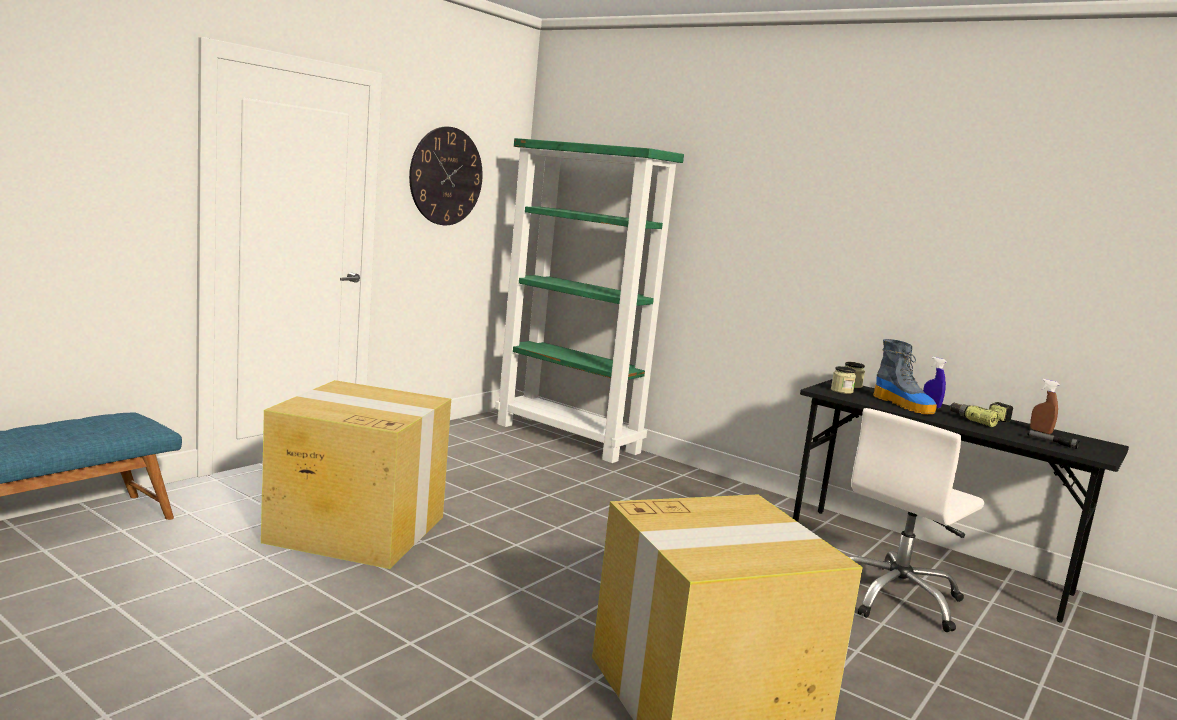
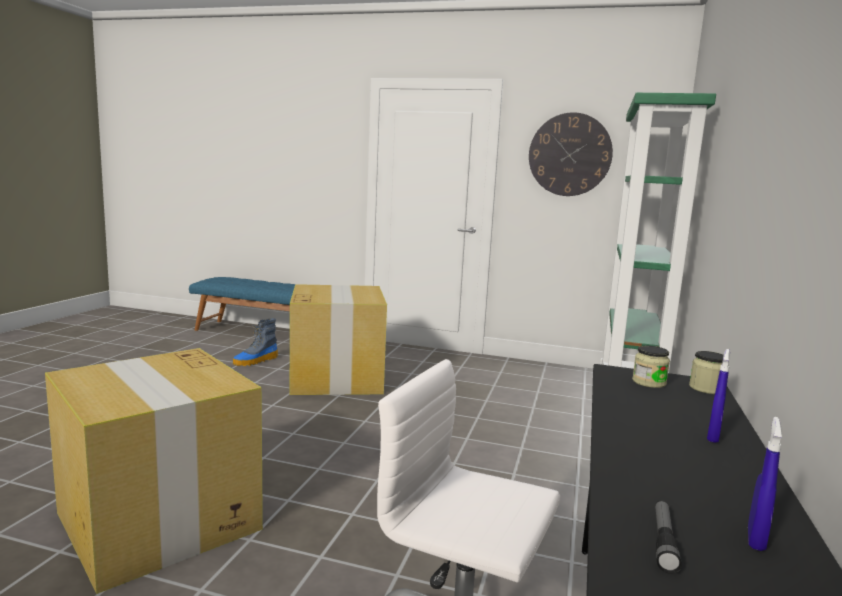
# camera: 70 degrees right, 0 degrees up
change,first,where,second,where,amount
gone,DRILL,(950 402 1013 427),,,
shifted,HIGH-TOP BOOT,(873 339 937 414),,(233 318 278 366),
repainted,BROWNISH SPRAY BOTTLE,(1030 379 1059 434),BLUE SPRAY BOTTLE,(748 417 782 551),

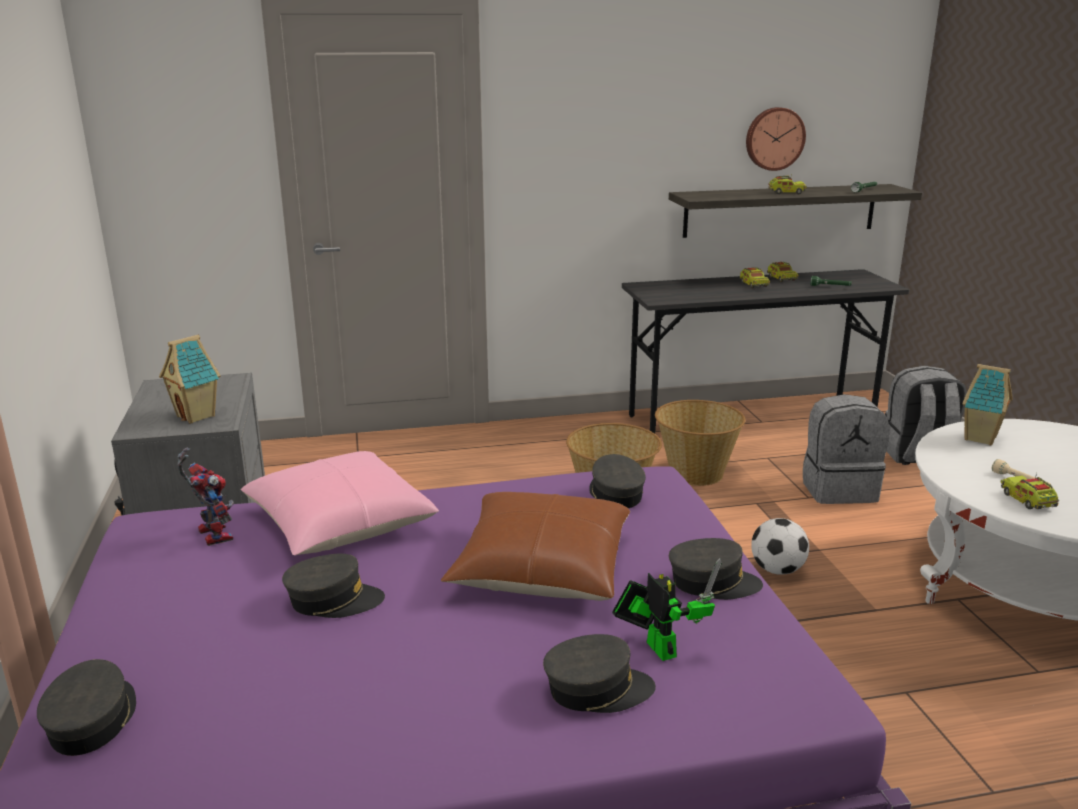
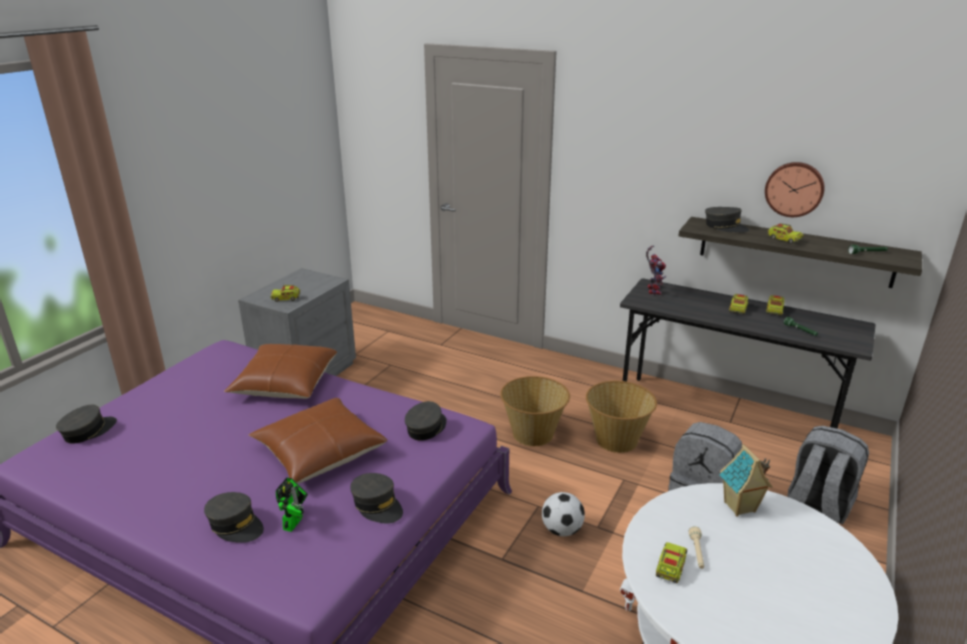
# camera: 40 degrees right, 5 degrees up
change,first,where,second,where,amount
shifted,TOY ROBOT,(177 448 234 546),,(646 246 666 295),
shifted,GREY CAP,(282 554 385 618),,(705 207 750 233),
swapped,MODEL HOUSE,(159 335 221 424),MODEL TRUCK,(270 285 300 302),
repainted,PINK PILLOW,(241 451 439 555),BROWNISH PILLOW,(224 344 337 399),

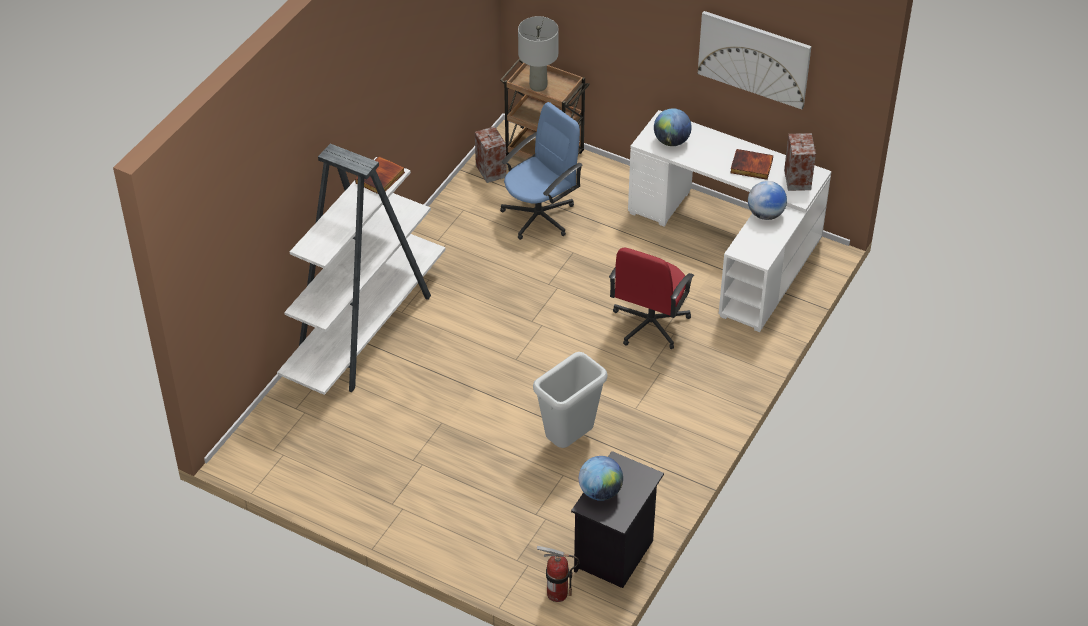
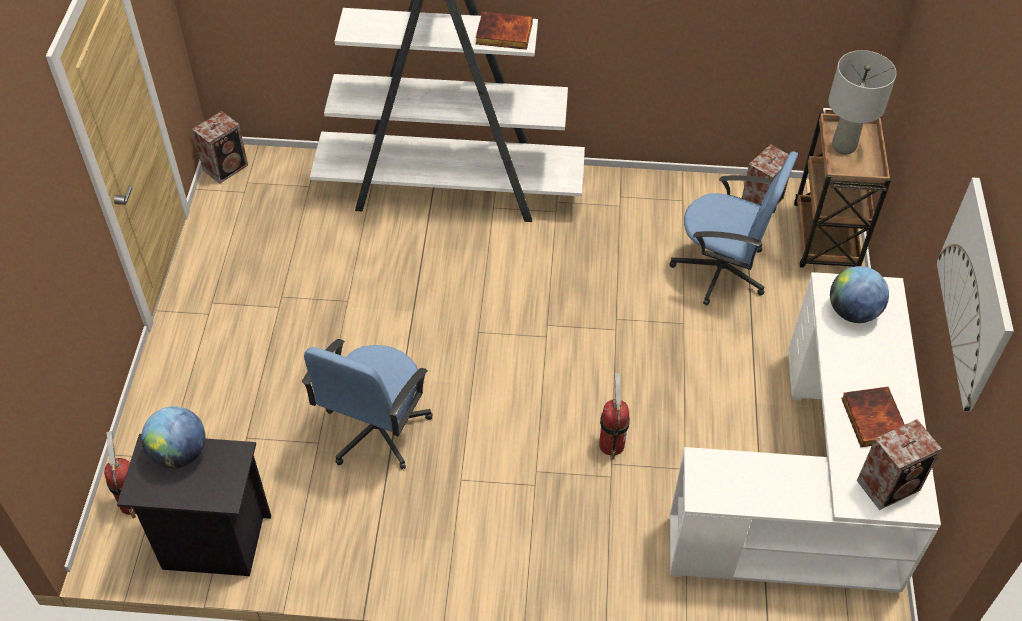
# camera: 65 degrees right, 5 degrees up
change,first,where,second,where,amount
gone,DESK GLOBE,(748 181 787 220),,,
new,,,AUDIO SPEAKER,(192 111 248 184),
swapped,GREY TRASH CAN,(533 352 607 448),BLUE DESK CHAIR,(302 339 433 469),
swapped,RED-COLOURED DESK CHAIR,(609 248 694 349),EXTINGUISHER,(599 373 630 459),

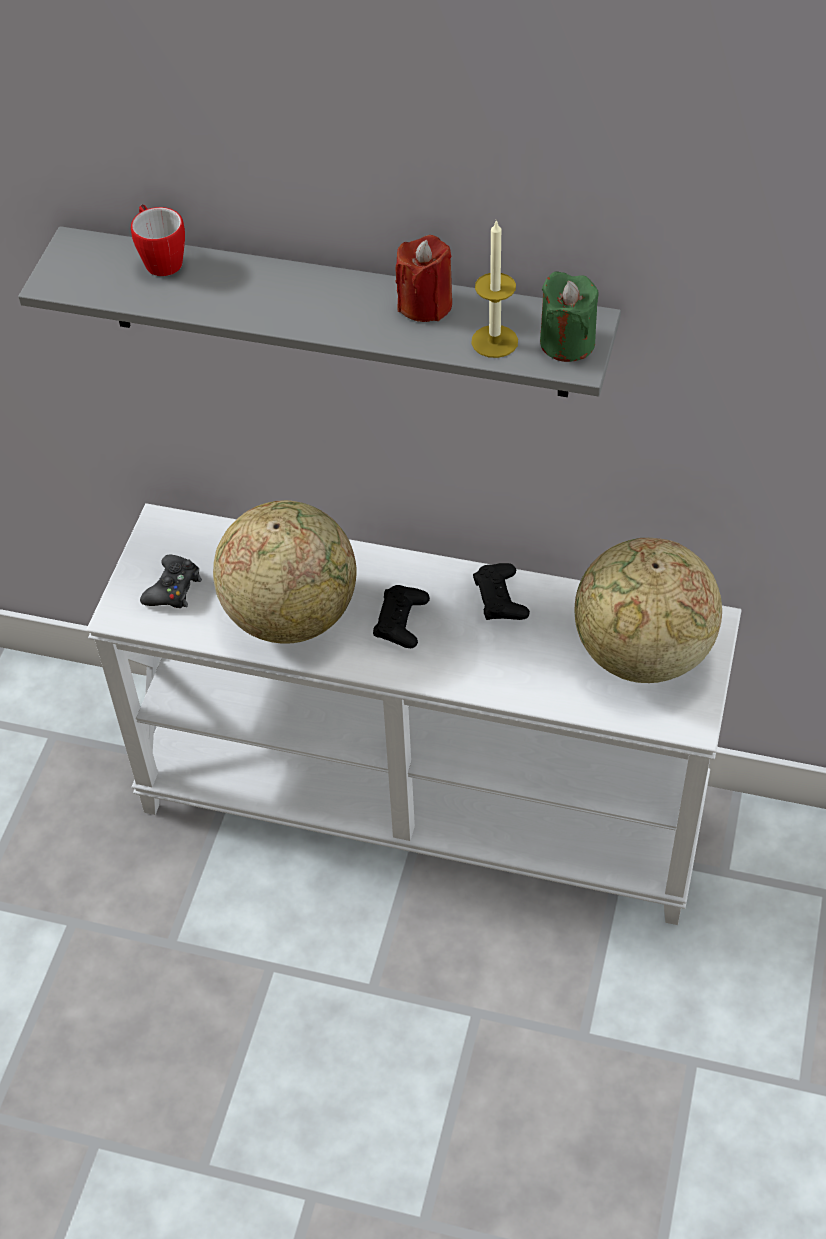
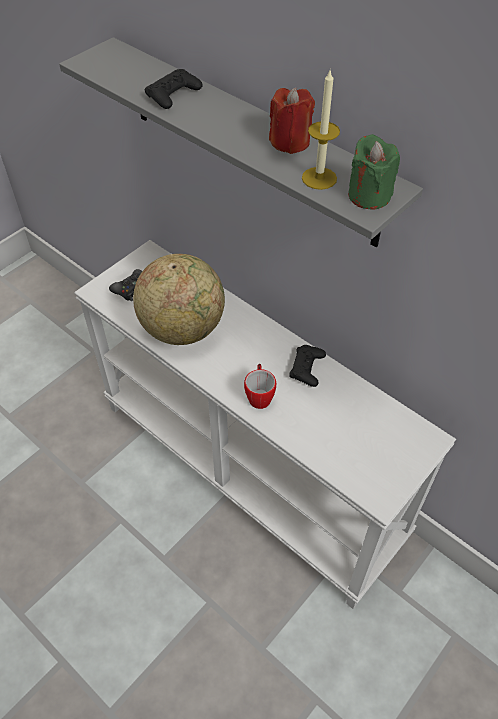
# camera: 25 degrees right, 0 degrees up
change,first,where,second,where,amount
gone,DESK GLOBE,(575 538 722 683),,,
shifted,TEA MUG,(131 205 185 276),,(244 364 276 409),
shifted,BLACK-COLOURED JOYPAD,(373 585 430 648),,(145 69 203 109),

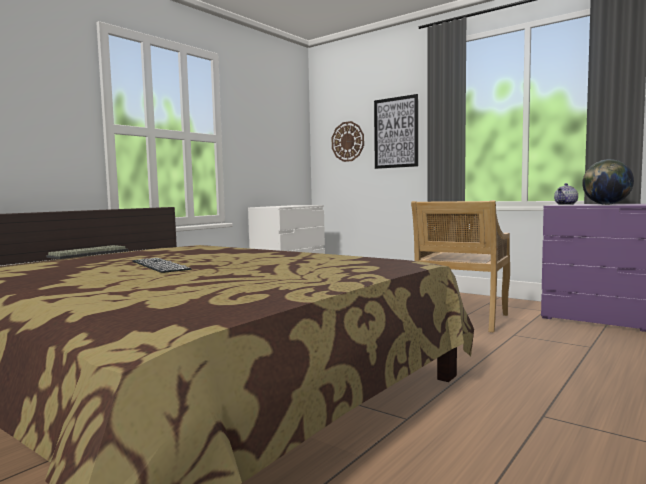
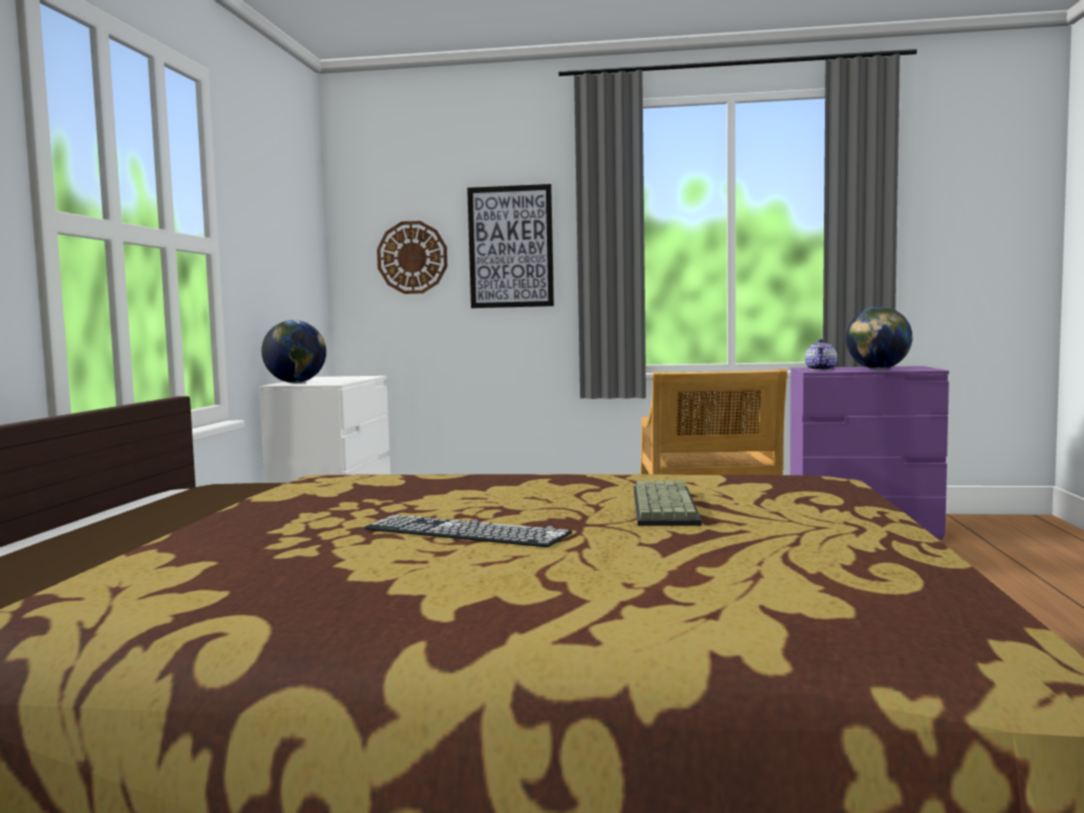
# camera: 30 degrees left, 0 degrees up
change,first,where,second,where,amount
new,,,DESK GLOBE,(261 320 326 383),
shifted,COMPUTER KEYBOARD,(46 245 128 259),,(634 480 702 526),

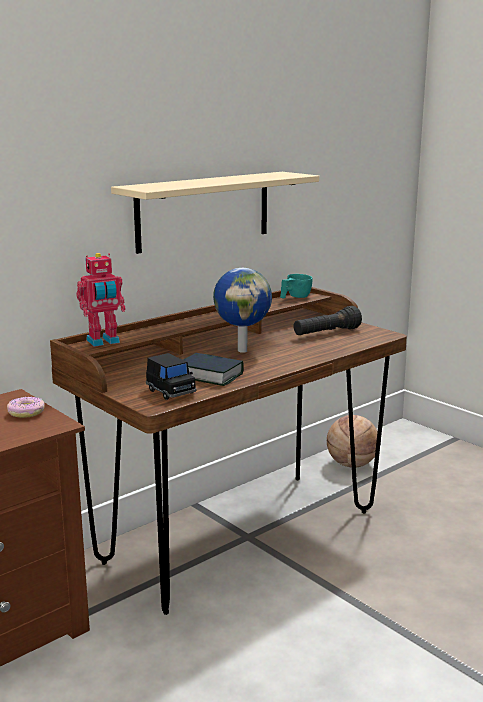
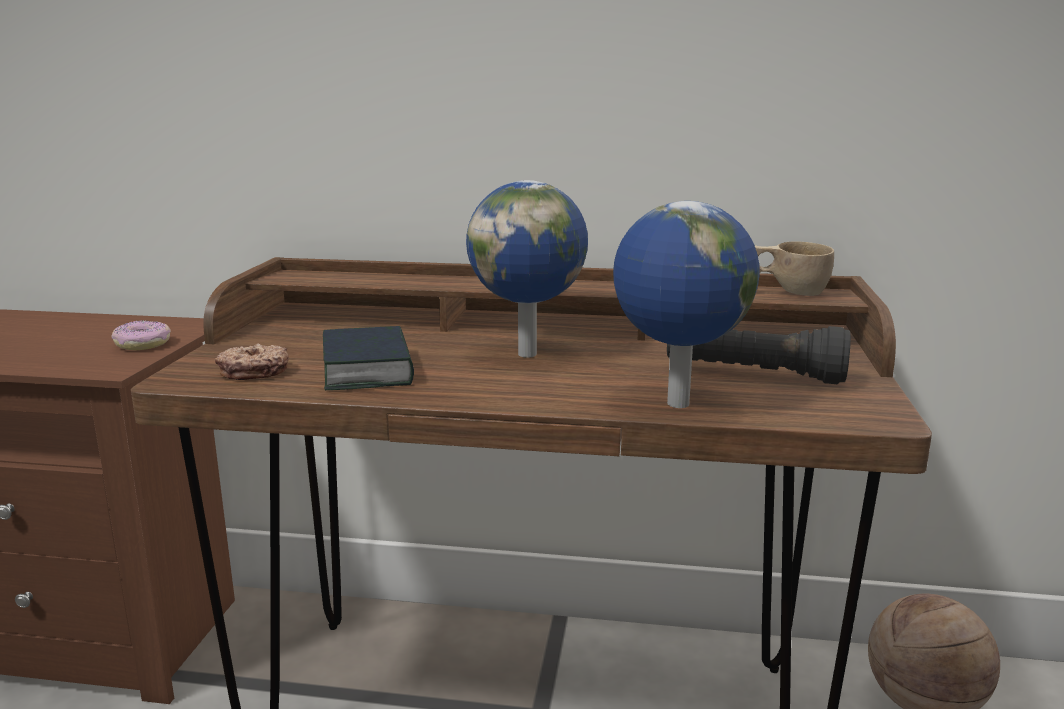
# camera: 50 degrees right, 0 degrees up
change,first,where,second,where,amount
gone,TOY ROBOT,(76 253 126 347),,,
gone,BEIGE-COLOURED WALL SHELF,(111 172 319 254),,,
new,,,DESK GLOBE,(613 201 759 408),
swapped,BLACK-COLOURED MINIATURE CAR,(146 353 196 400),DOUGHNUT,(215 343 289 380),
repainted,BLUE-GREEN SMALL CUP,(280 274 312 298),BEIGE-COLOURED SMALL CUP,(755 241 834 296),

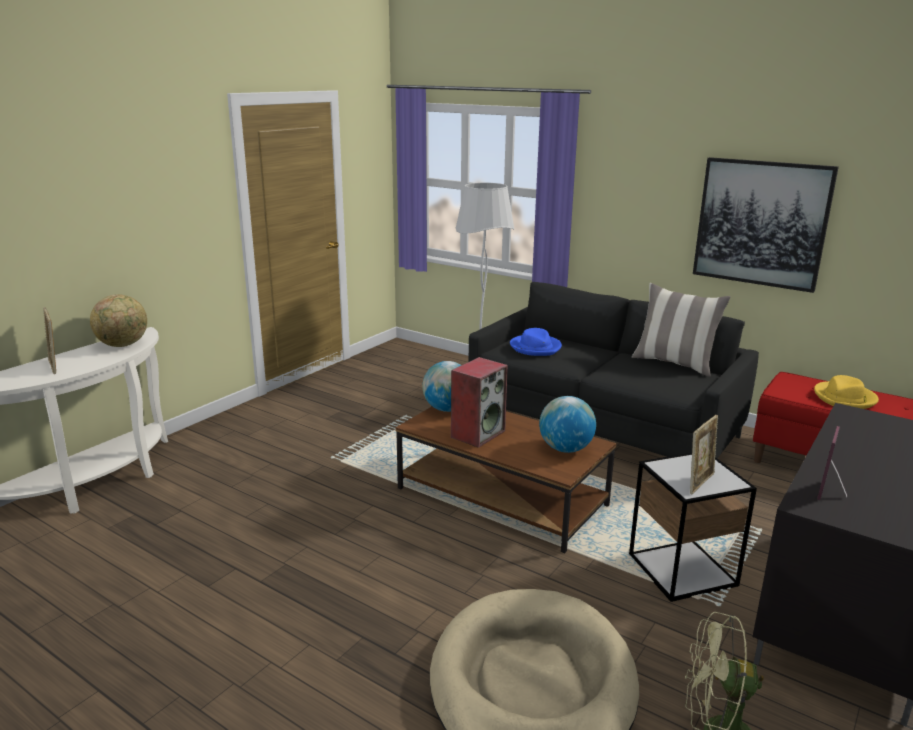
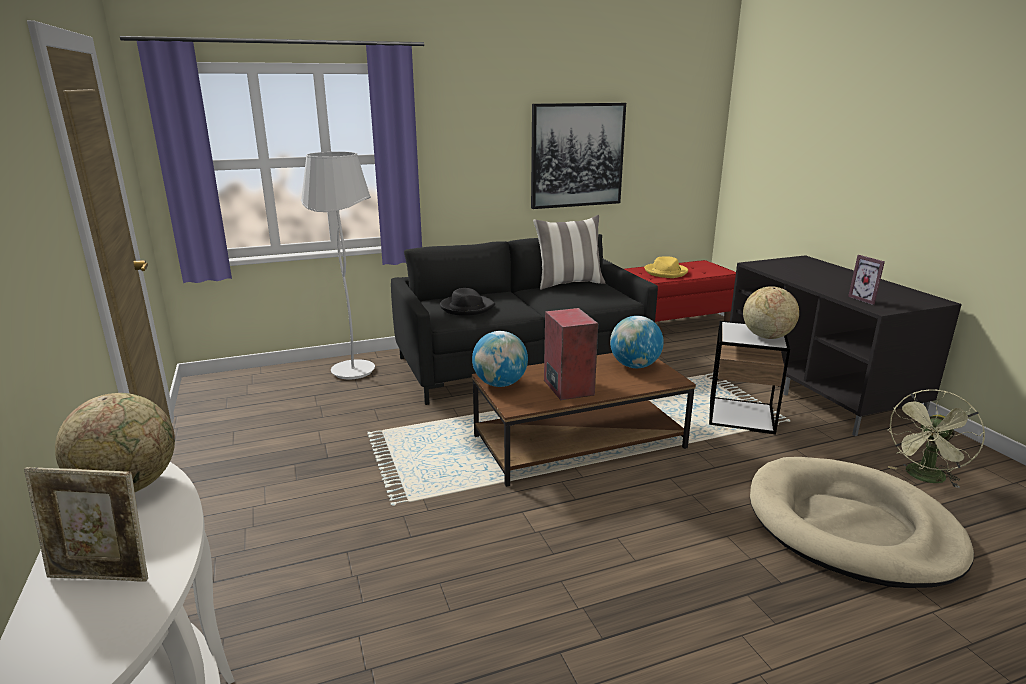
# camera: 55 degrees left, 0 degrees up
change,first,where,second,where,amount
swapped,PICTURE FRAME,(690 415 718 494),DESK GLOBE,(743 286 799 339),
repainted,BLUE WEARABLE HAT,(510 328 562 356),BLACK-COLOURED WEARABLE HAT,(440 288 495 316),

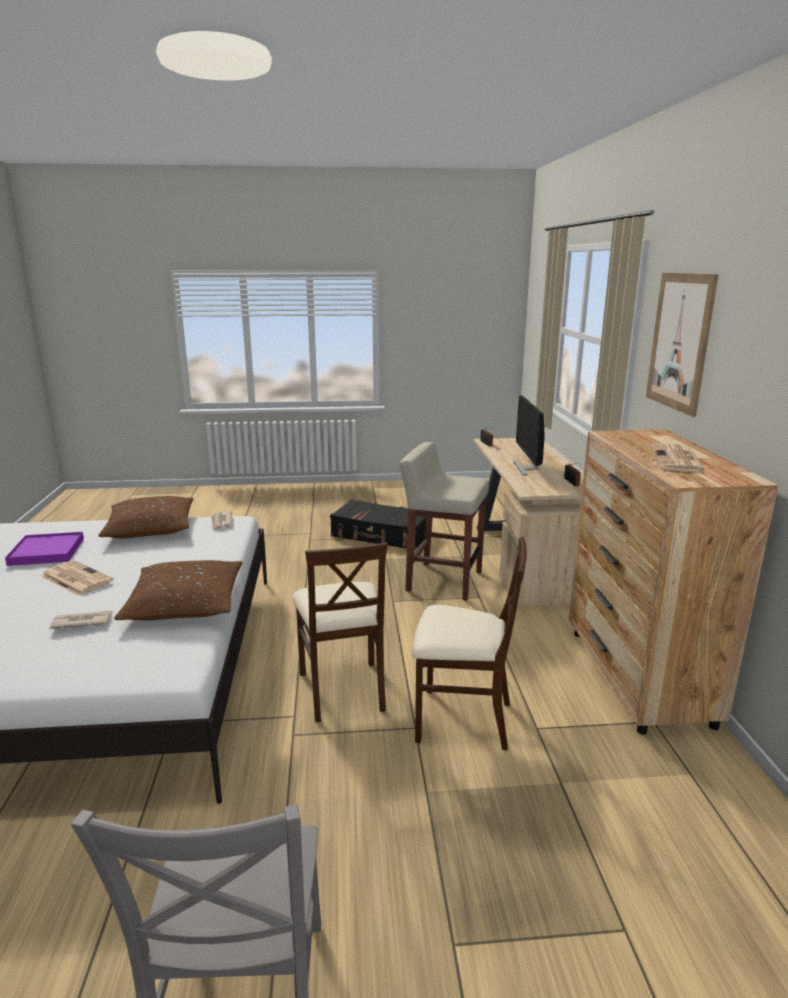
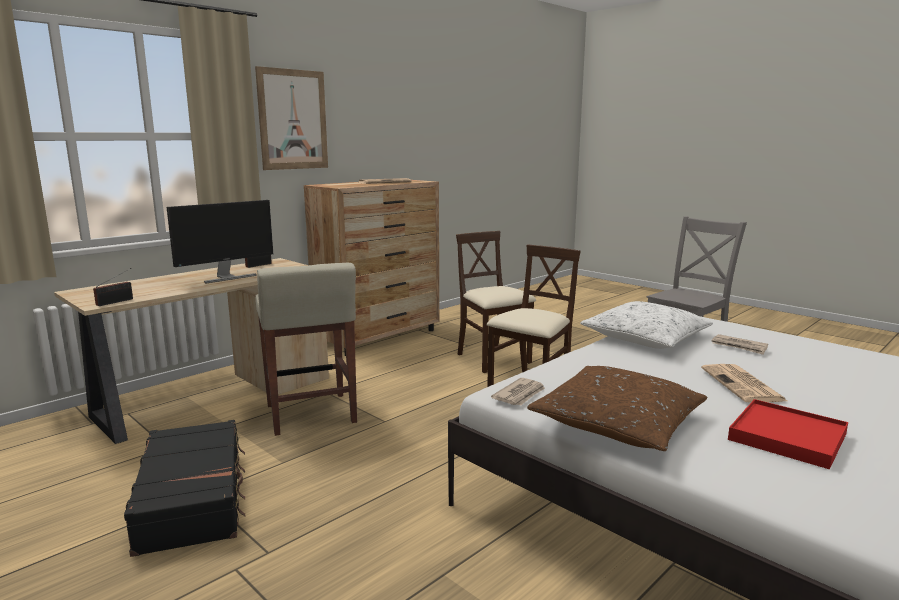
# camera: 130 degrees left, 5 degrees down
change,first,where,second,where,amount
repainted,PURPLISH CARRYING TRAY,(5 532 84 566),RED-COLOURED CARRYING TRAY,(728 399 848 469),
repainted,BROWNISH PILLOW,(114 560 243 621),WHITE PILLOW,(580 301 713 349),

